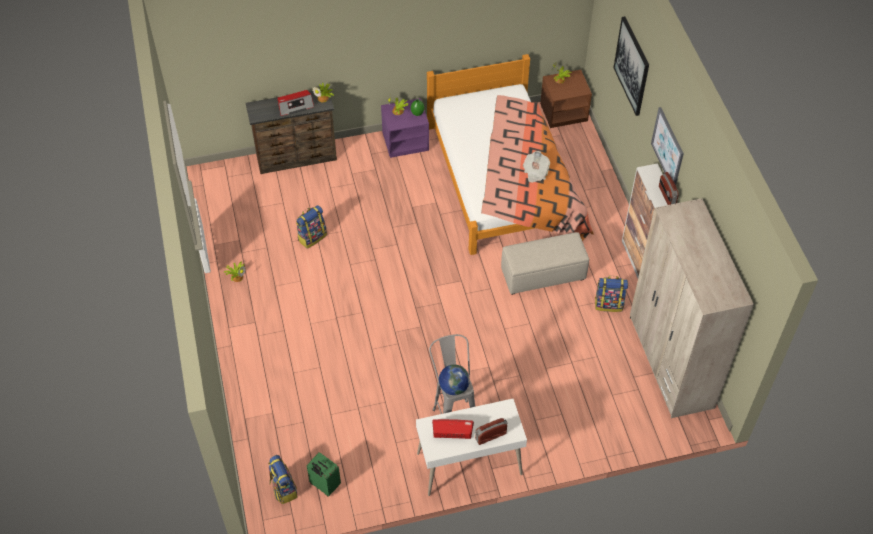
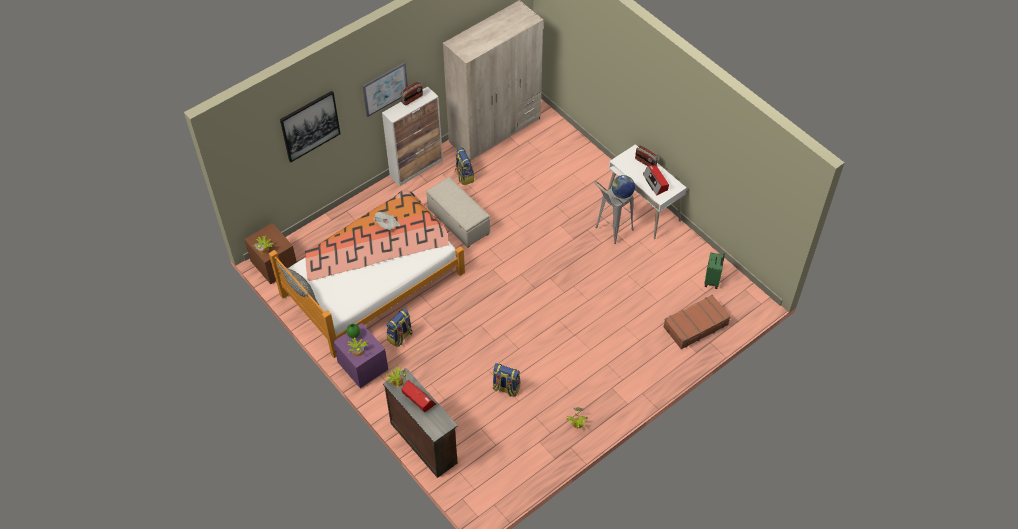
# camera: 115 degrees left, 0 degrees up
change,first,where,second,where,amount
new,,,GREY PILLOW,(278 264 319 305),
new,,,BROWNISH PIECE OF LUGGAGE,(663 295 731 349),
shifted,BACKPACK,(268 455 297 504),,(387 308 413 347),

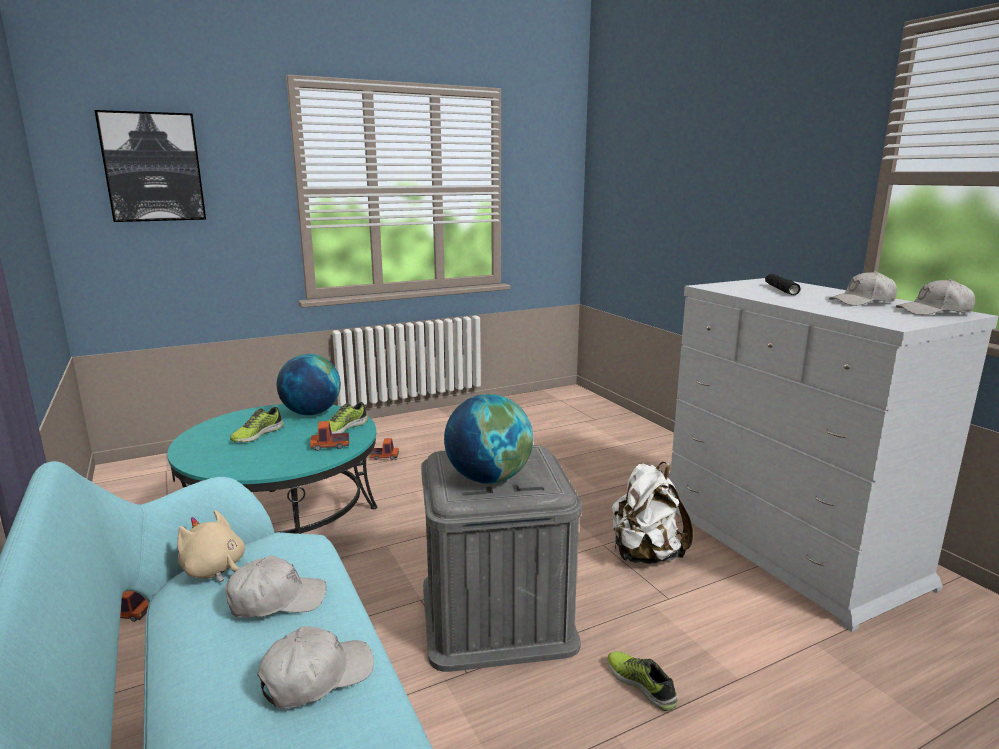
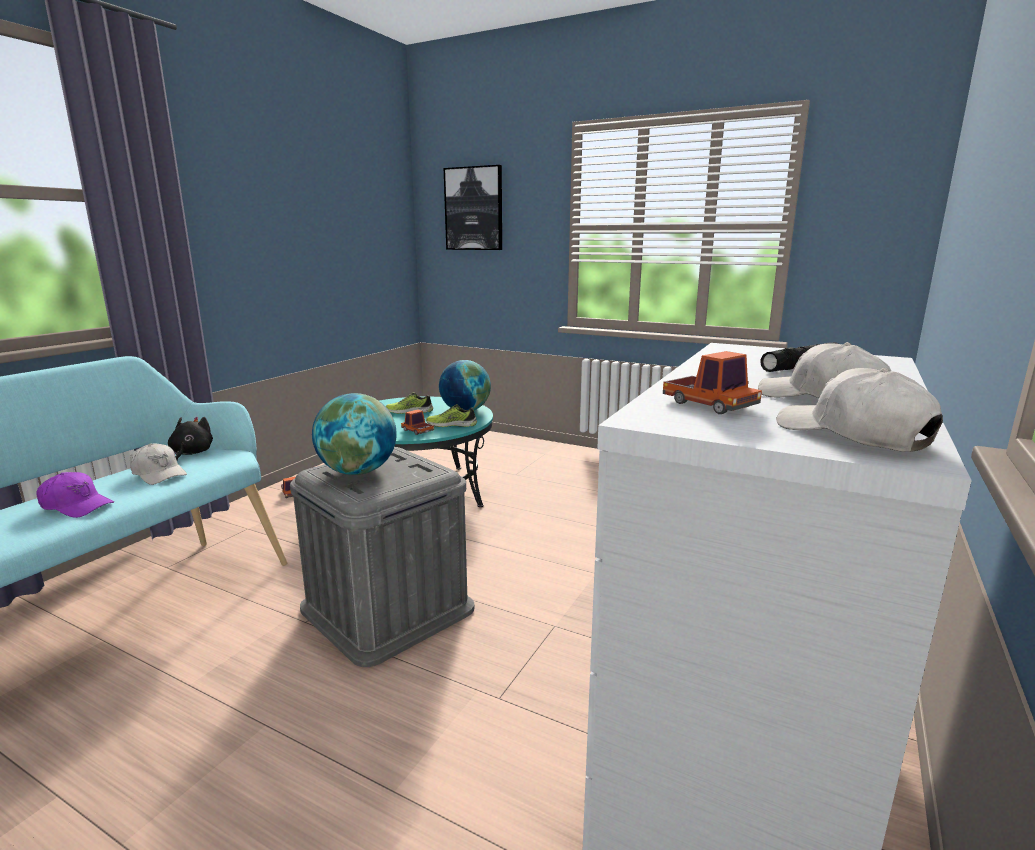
# camera: 55 degrees right, 0 degrees up
change,first,where,second,where,amount
gone,ITEM OF FOOTWEAR,(607 651 678 711),,,
gone,WHITE BACKPACK,(612 462 693 564),,,
shifted,MODEL TRUCK,(369 438 399 460),,(663 351 762 414),
repainted,BEIGE-COLOURED CUDDLY TOY,(177 510 245 582),BLACK-COLOURED CUDDLY TOY,(168 417 213 461),
repainted,WHITE CAP,(257 626 374 709),PURPLISH CAP,(37 472 114 518),

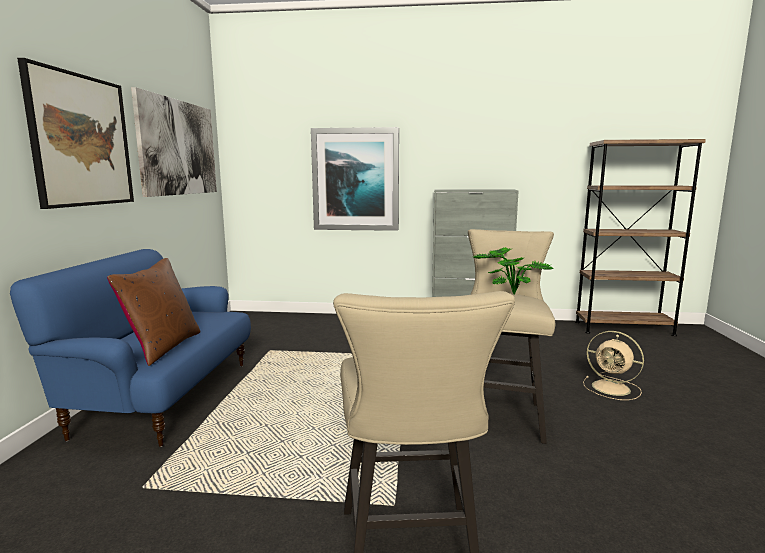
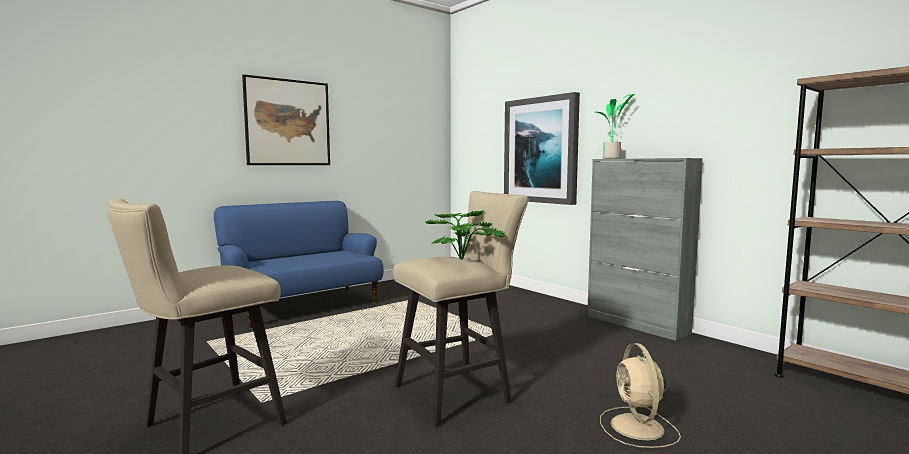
# camera: 45 degrees right, 5 degrees down
change,first,where,second,where,amount
gone,BROWNISH PILLOW,(107 258 200 366),,,
gone,WALL ART,(131 87 217 197),,,
new,,,PLANT IN A POT,(596 94 634 159),

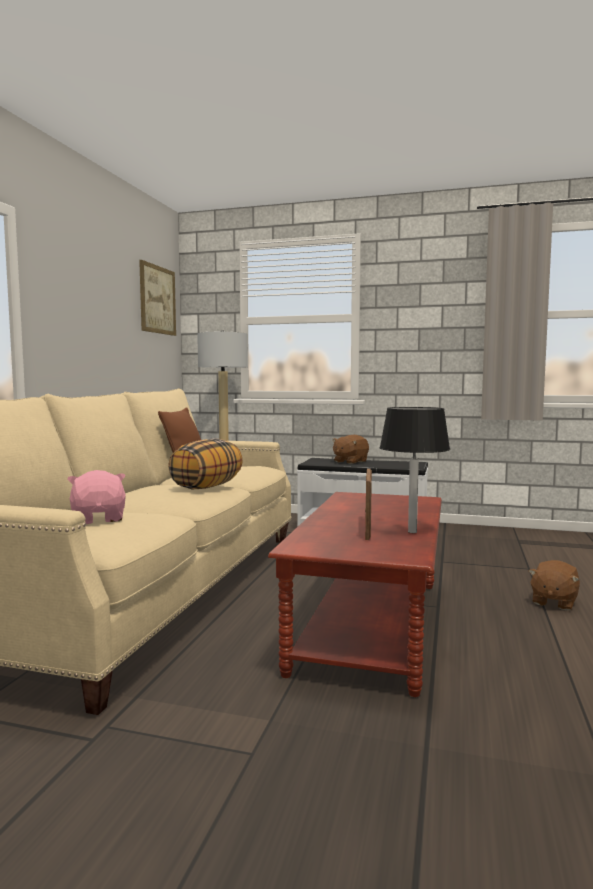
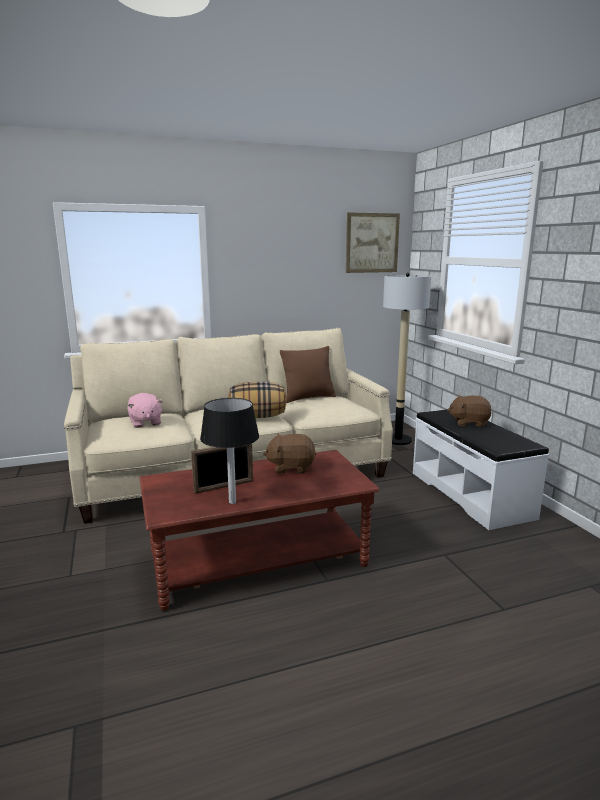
# camera: 55 degrees right, 10 degrees up
change,first,where,second,where,amount
shifted,BROWNISH CUDDLY TOY,(529 560 580 611),,(263 434 316 474),
rotated,PINK CUDDLY TOY,(67 470 126 524),,(127 393 163 428),120 degrees clockwise

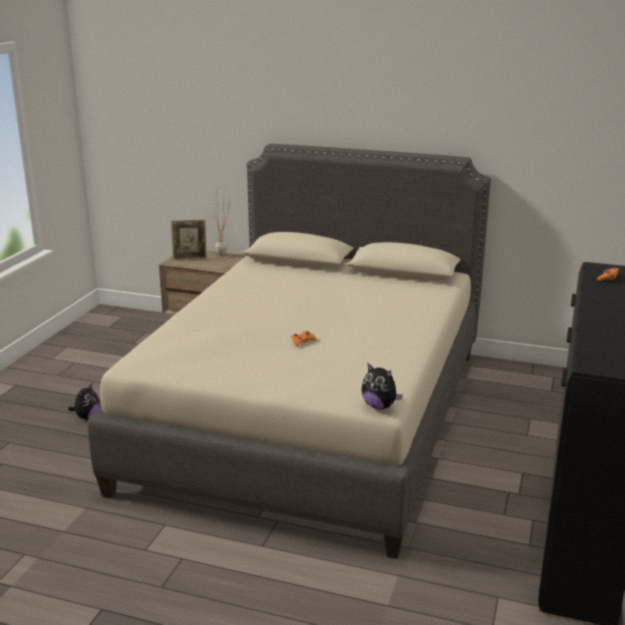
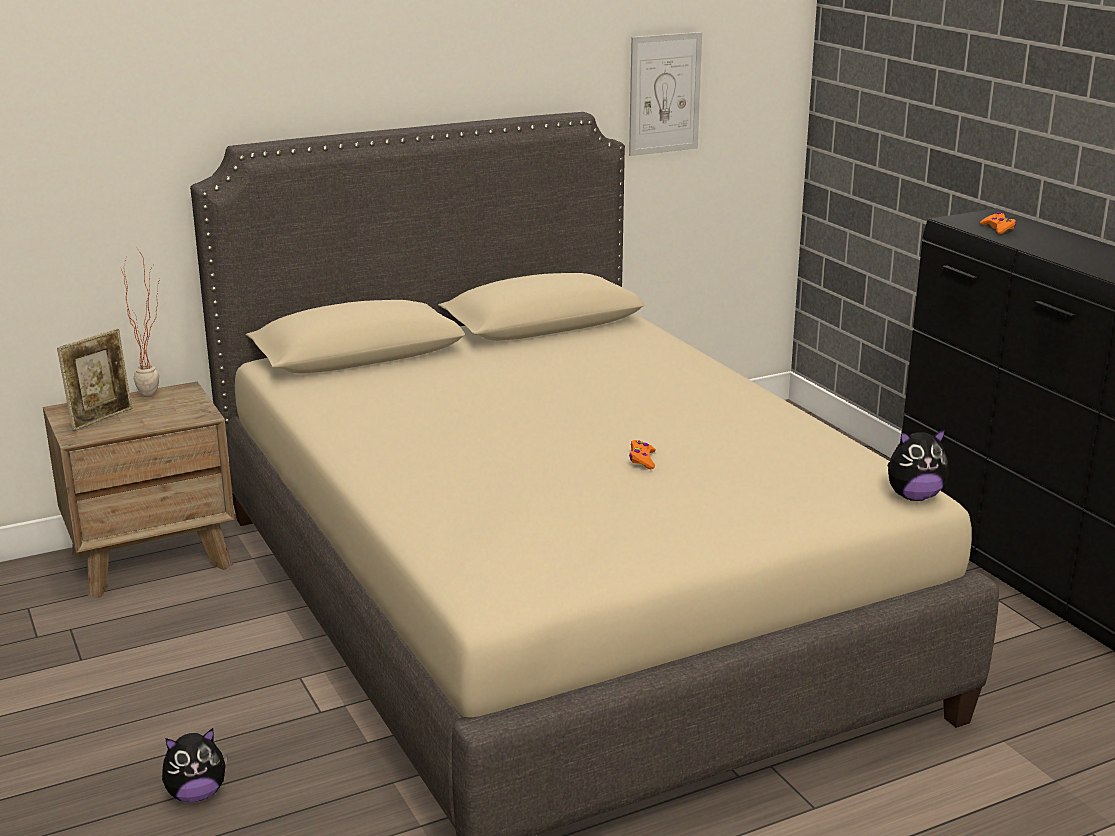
# camera: 45 degrees left, 0 degrees up
change,first,where,second,where,amount
new,,,WALL ART,(629 32 702 156),
rotated,CUDDLY TOY,(68 383 100 419),,(162 728 228 802),90 degrees clockwise

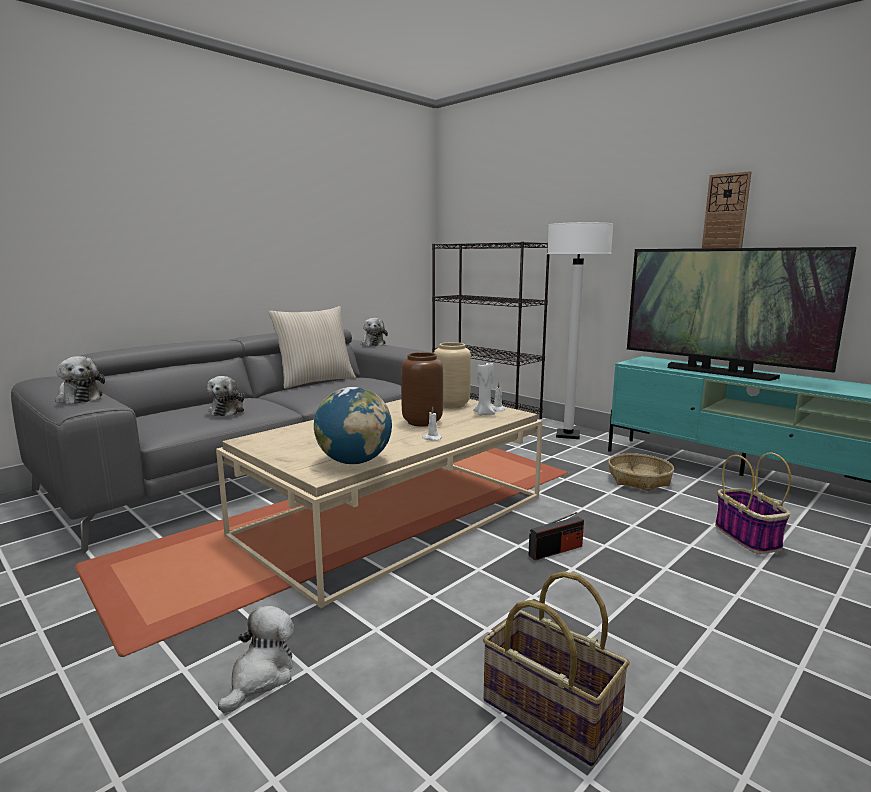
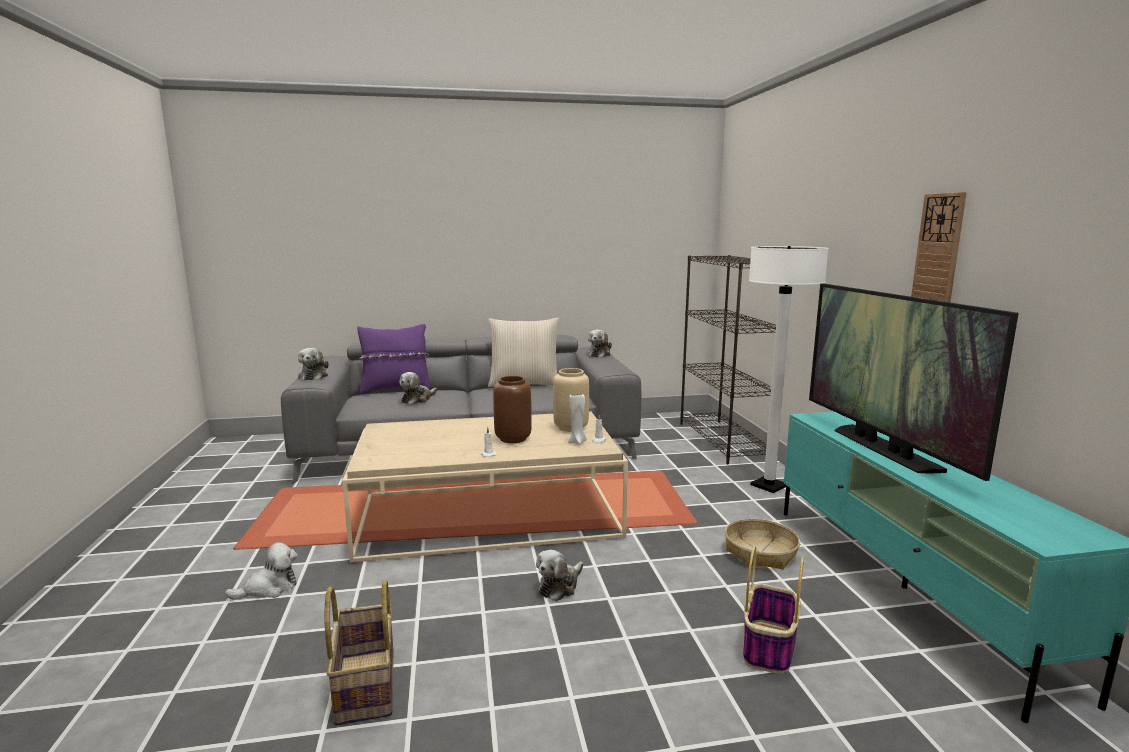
# camera: 35 degrees right, 0 degrees up
change,first,where,second,where,amount
gone,DESK GLOBE,(314 387 392 464),,,
new,,,PURPLISH PILLOW,(357 324 431 395),
swapped,RADIO SET,(528 512 584 560),CUDDLY TOY,(536 550 583 601),

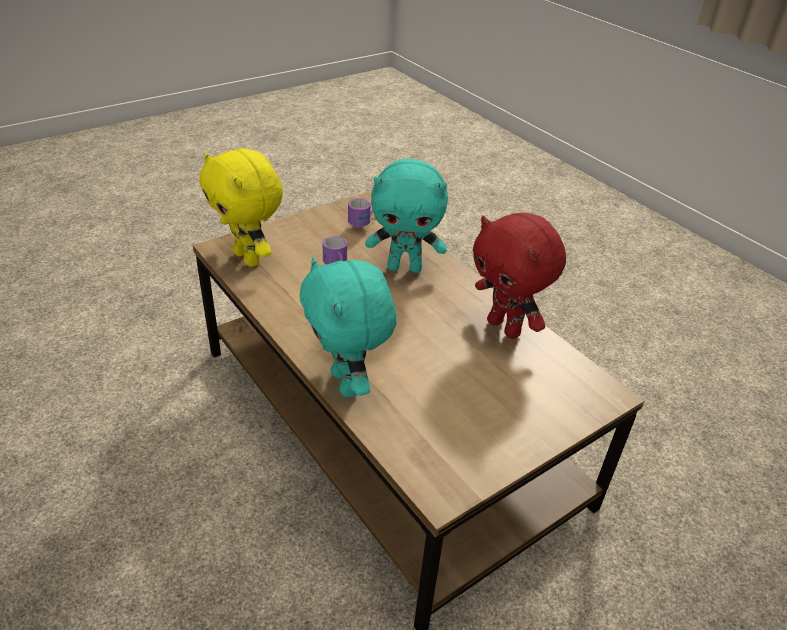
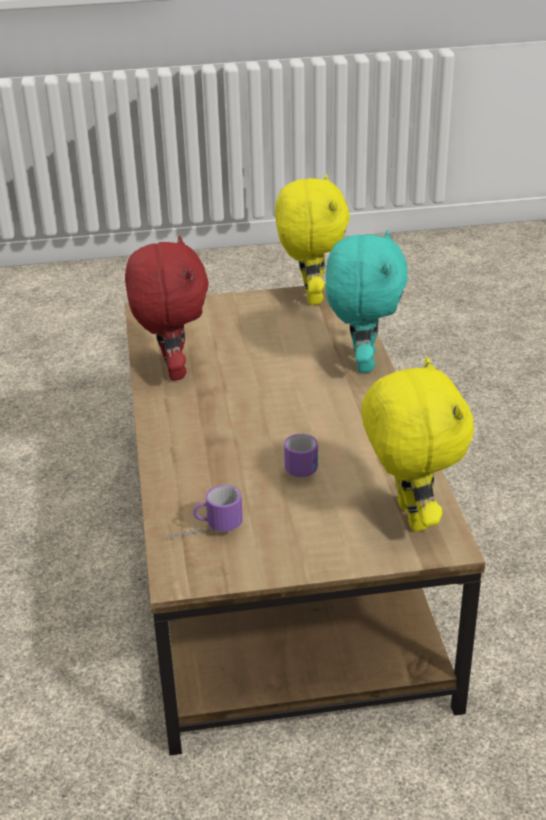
# camera: 150 degrees left, 5 degrees down
change,first,where,second,where,amount
gone,BLUE-GREEN CUDDLY TOY,(365 159 448 273),,,
new,,,YELLOW CUDDLY TOY,(275 174 350 305),

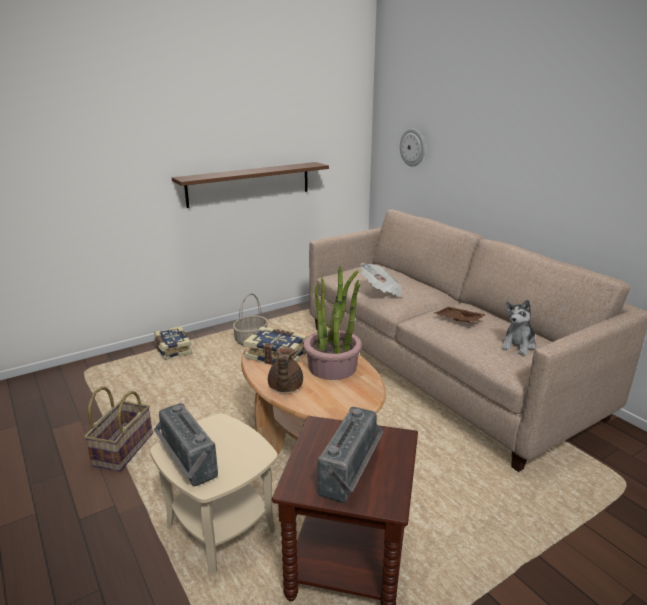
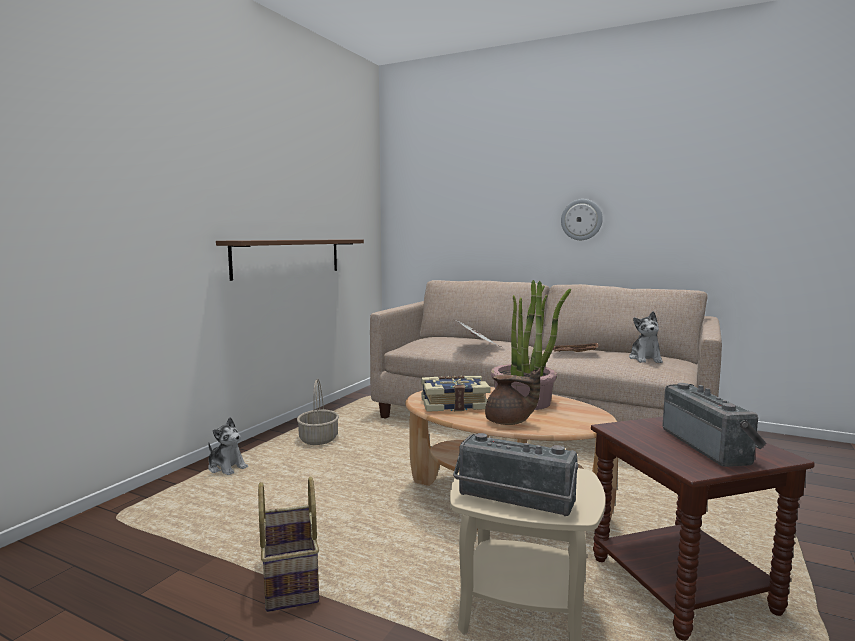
# camera: 30 degrees left, 15 degrees down
change,first,where,second,where,amount
shifted,HANGING CLOCK,(400 128 425 167),,(561 199 603 240),
swapped,VOLUME,(154 326 192 360),CUDDLY TOY,(208 417 248 475),
rotated,BROWNISH TEAPOT,(268 347 303 392),,(485 368 540 425),45 degrees counterclockwise

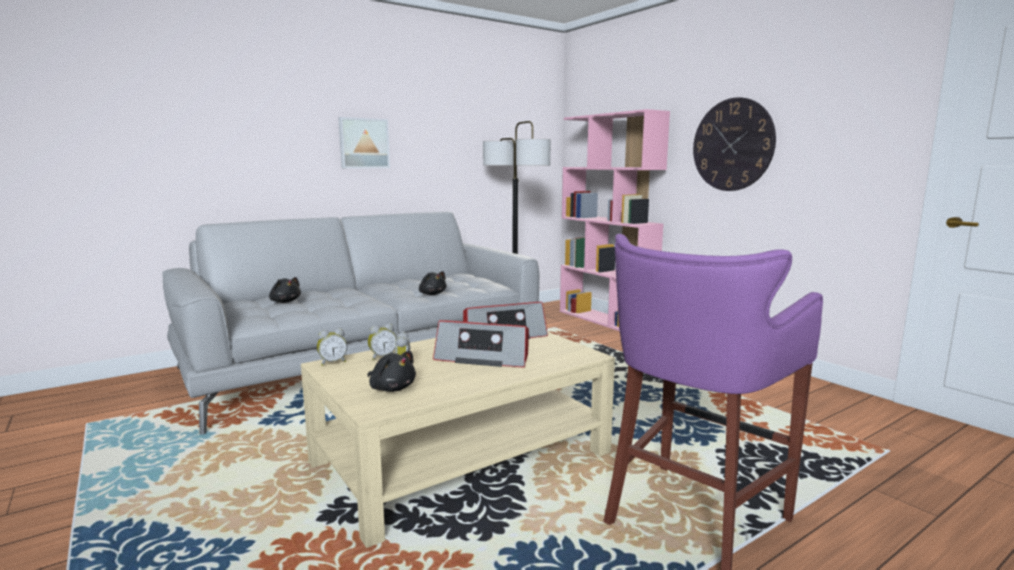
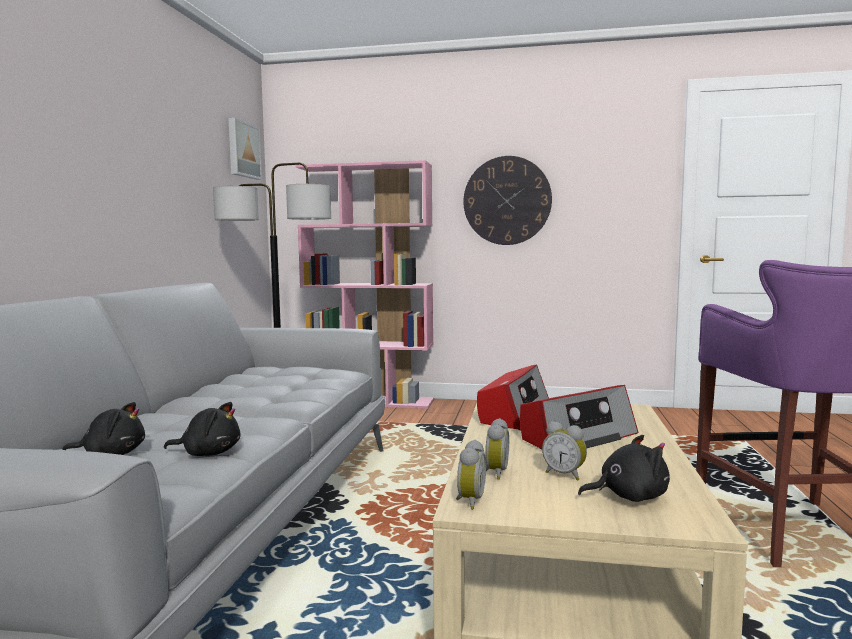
# camera: 45 degrees left, 5 degrees down
change,first,where,second,where,amount
shifted,WALL ART,(338 117 390 168),,(228 118 262 180),
shifted,BLACK-COLOURED CUDDLY TOY,(419 271 447 295),,(164 402 240 456),

